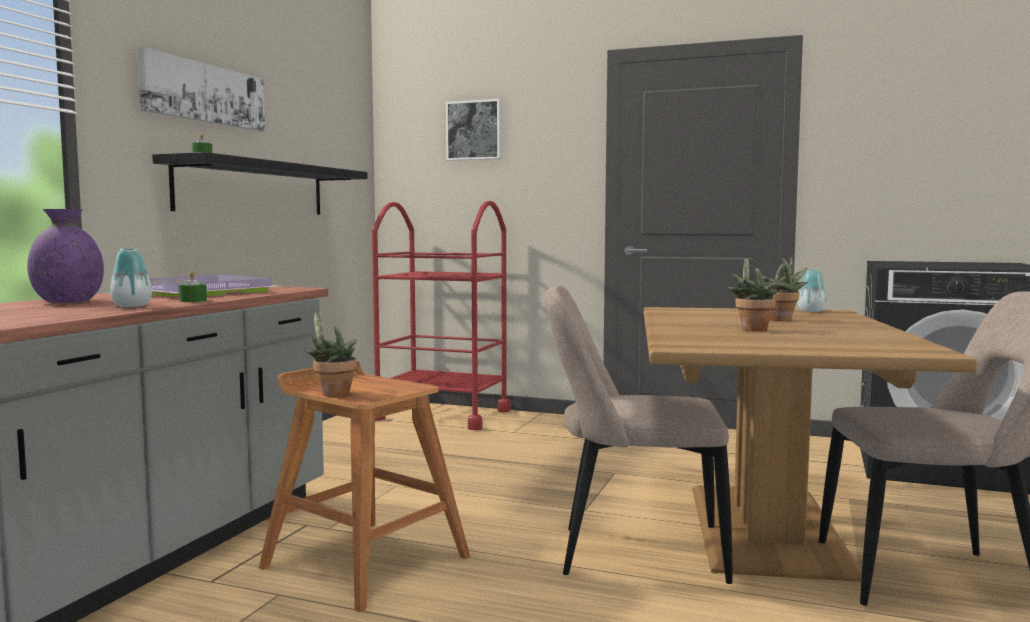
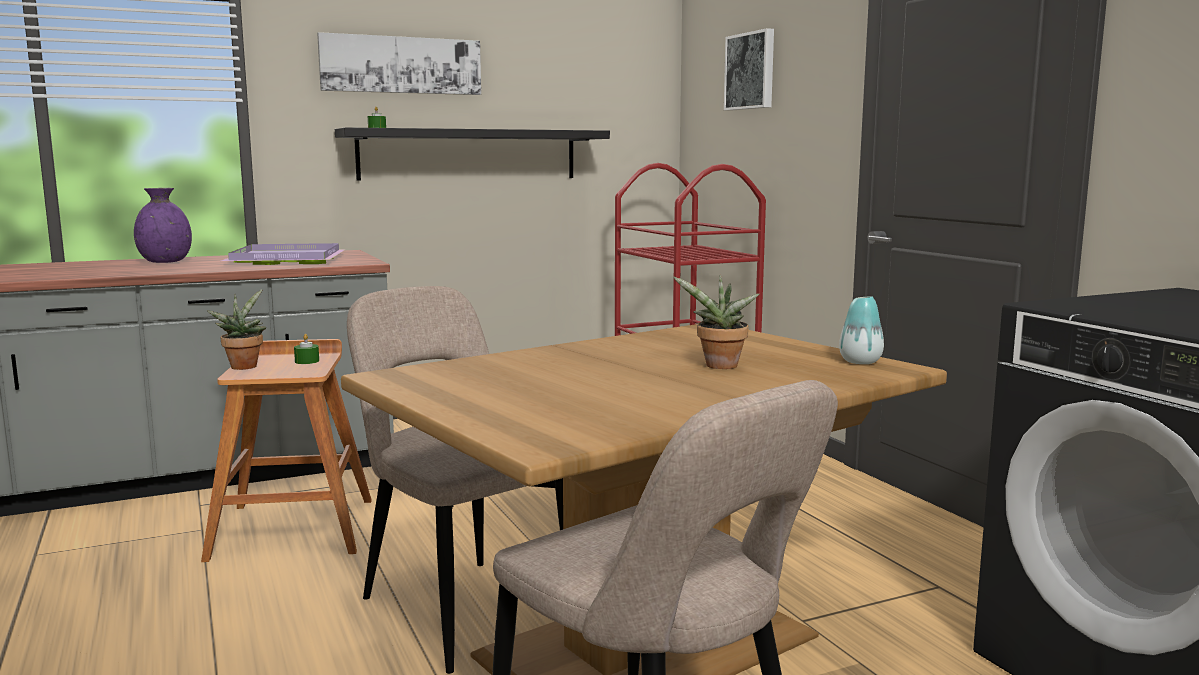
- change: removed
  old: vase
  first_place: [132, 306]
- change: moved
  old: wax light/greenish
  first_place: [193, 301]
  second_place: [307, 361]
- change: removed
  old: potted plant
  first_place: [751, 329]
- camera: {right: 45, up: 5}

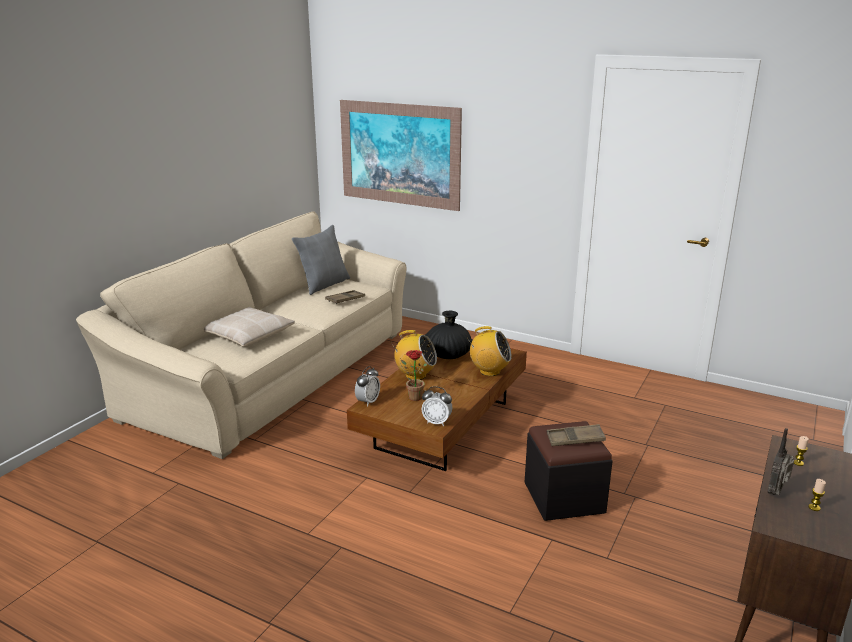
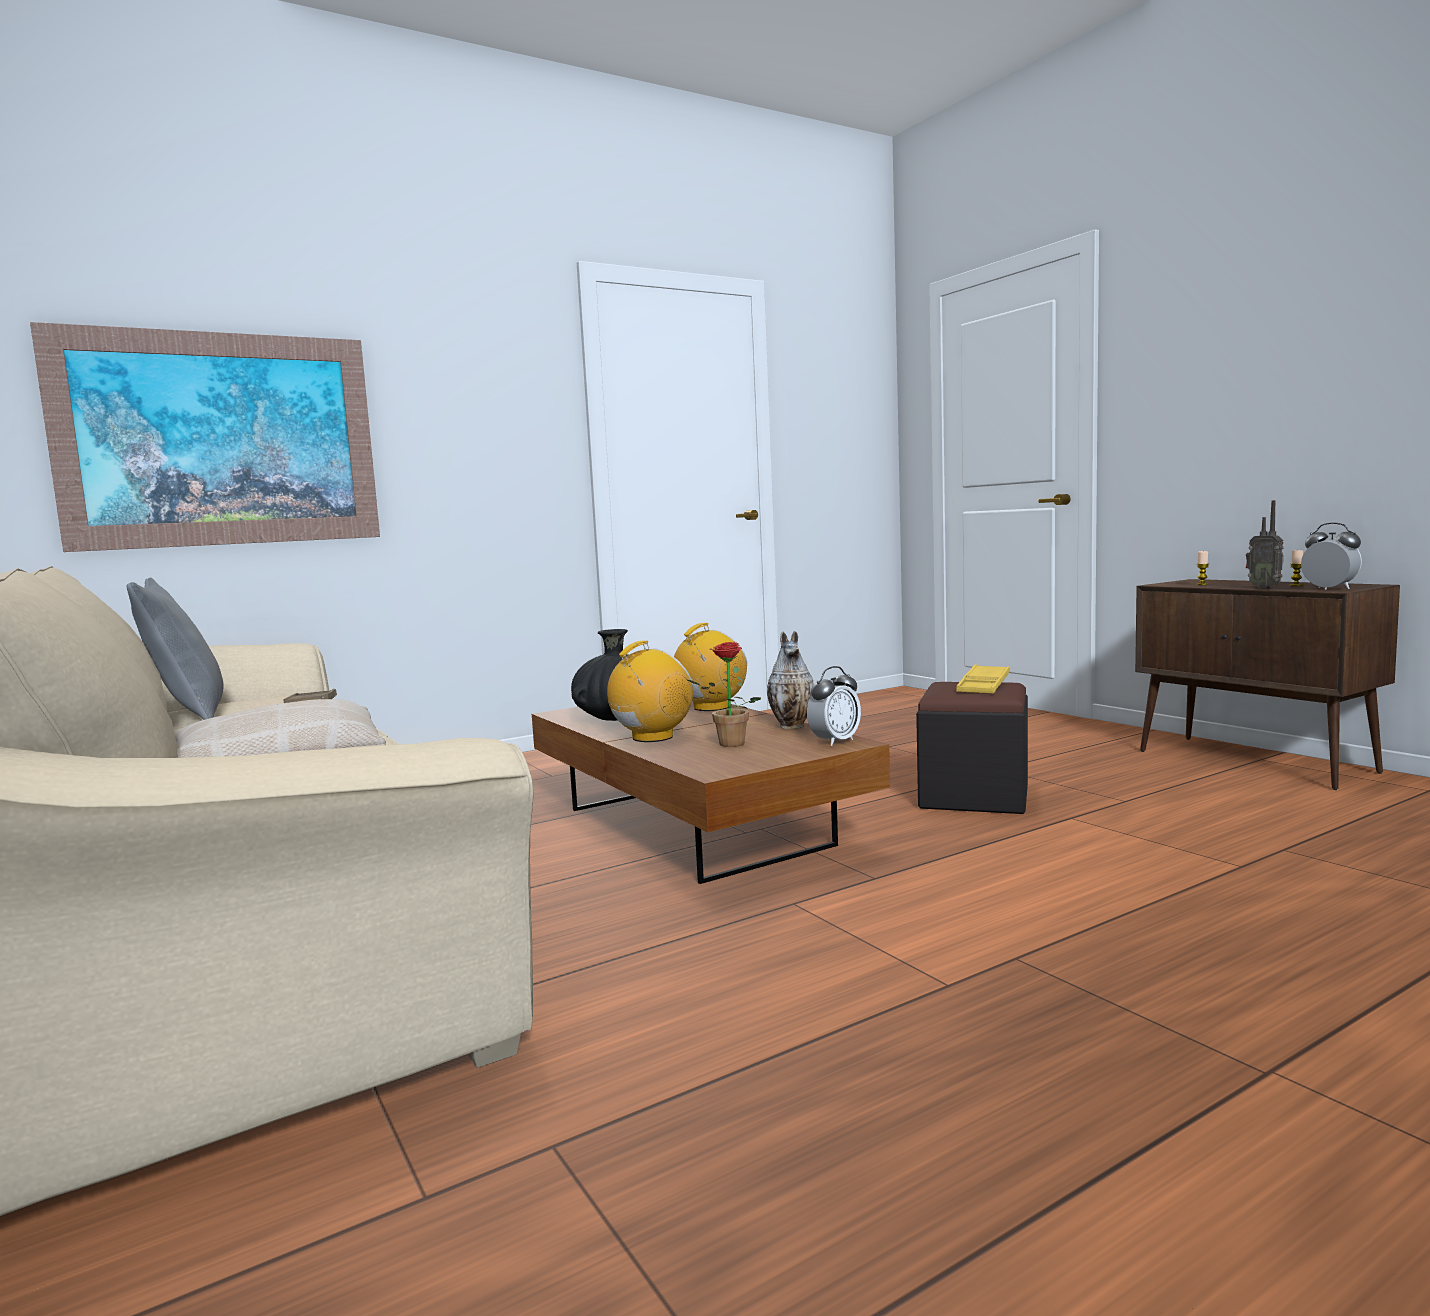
- change: moved
  old: bedside clock
  first_place: [368, 401]
  second_place: [1329, 589]
- change: recoloured
  old: carrying tray/brownish
  new: carrying tray/yellow
  first_place: [575, 439]
  second_place: [983, 686]
- change: added
  new: vase
  second_place: [793, 726]
- camera: {right: -60, up: -15}

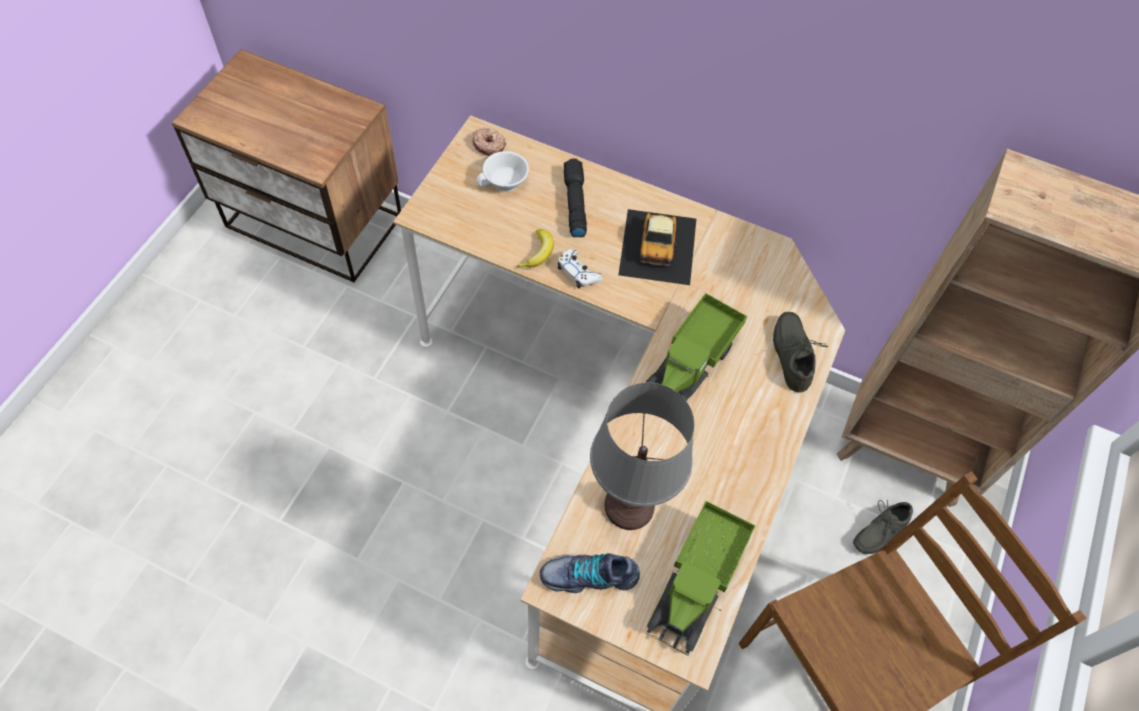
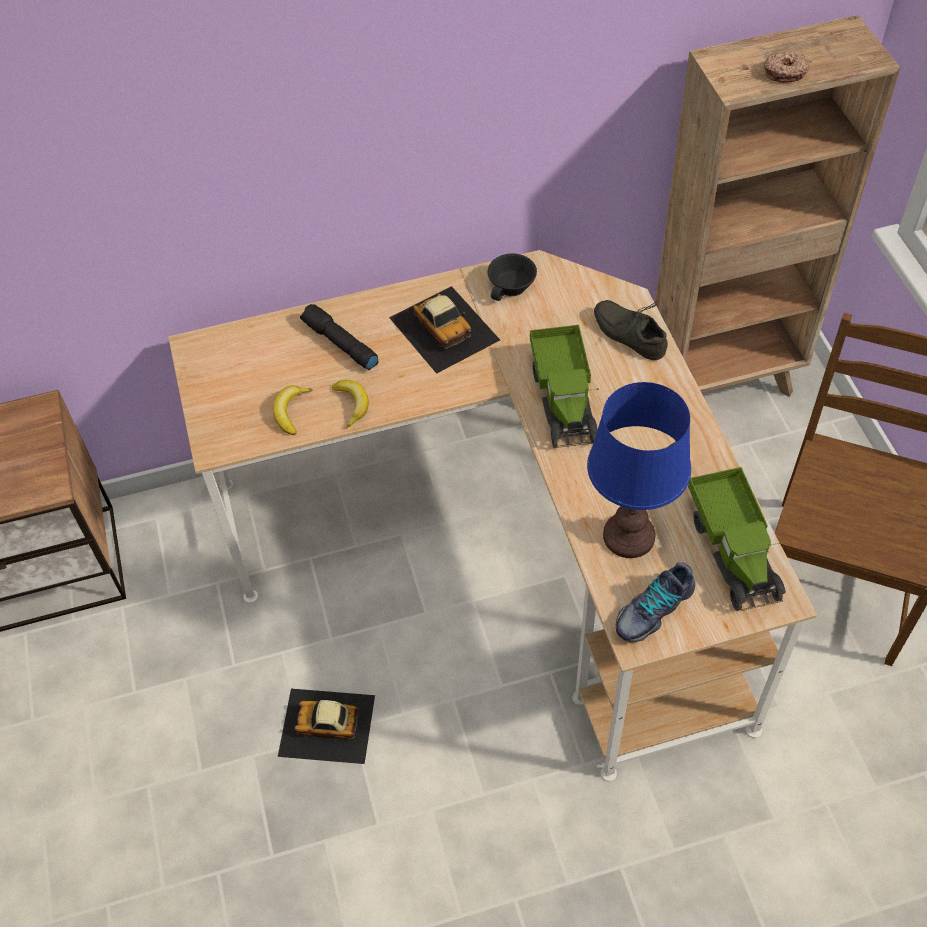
- change: moved
  old: donut
  first_place: [489, 145]
  second_place: [784, 72]
- change: removed
  old: small cup/whitish
  first_place: [505, 183]
- change: removed
  old: joypad/whitish
  first_place: [578, 272]
- change: recoloured
  old: lamp for a table/greyish
  new: lamp for a table/bluish
  first_place: [629, 505]
  second_place: [629, 535]
- change: removed
  old: shoe/greyish
  first_place: [878, 530]
- change: added
  new: banana fruit
  second_place: [291, 412]
- change: added
  new: toy car
  second_place: [327, 726]
- change: added
  new: small cup/blackish
  second_place: [512, 287]
- camera: {right: -35, up: -5}

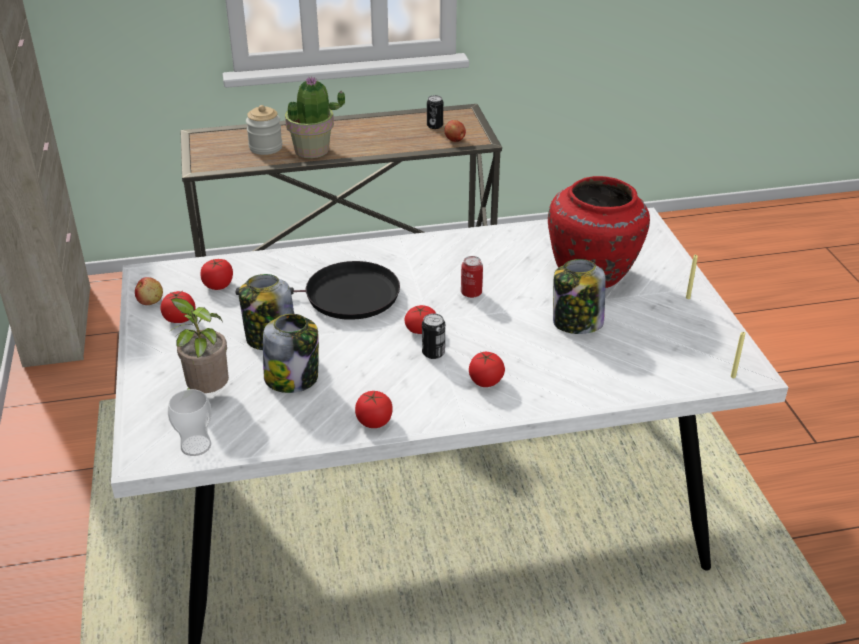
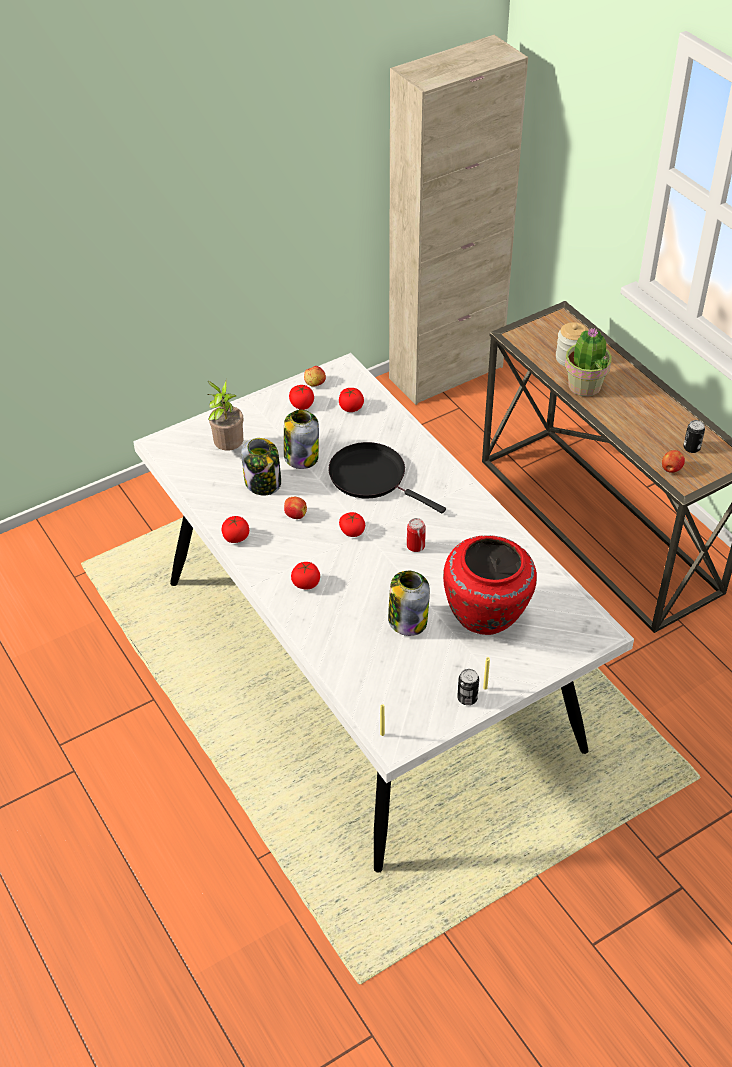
- change: removed
  old: small cup
  first_place: [196, 445]
- change: turned
  old: pan/blackish
  first_place: [345, 296]
  second_place: [372, 477]
  degrees: 150
- change: moved
  old: sealed can
  first_place: [433, 353]
  second_place: [467, 698]
- change: added
  new: apple fruit
  second_place: [295, 515]
- camera: {right: 70, up: 10}

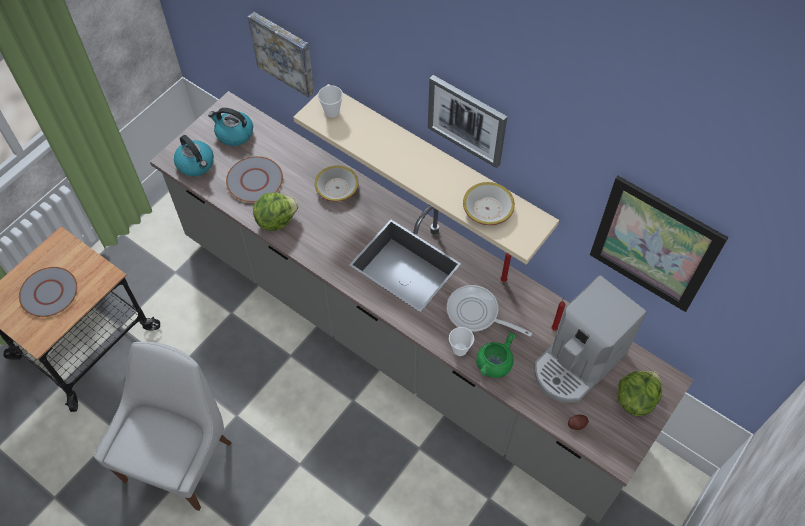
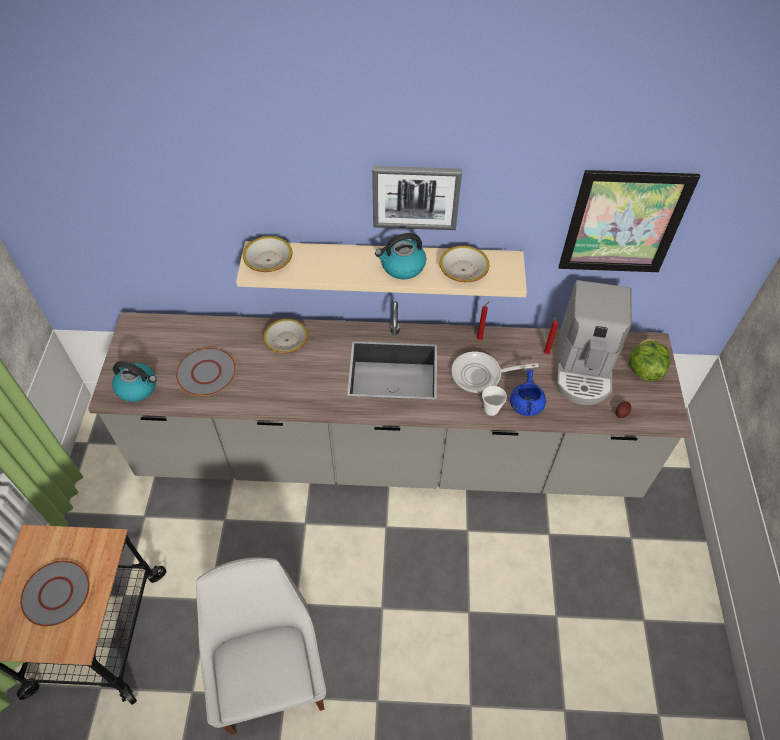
- change: moved
  old: tea kettle
  first_place: [234, 134]
  second_place: [402, 267]
- change: removed
  old: wall picture
  first_place: [284, 52]
- change: removed
  old: lettuce head
  first_place: [276, 220]
- change: replaced
  old: small cup
  new: serving bowl
  first_place: [332, 112]
  second_place: [268, 260]
- change: recoloured
  old: stockpot/greenish
  new: stockpot/bluish
  first_place: [493, 364]
  second_place: [525, 405]
- camera: {right: -35, up: -5}

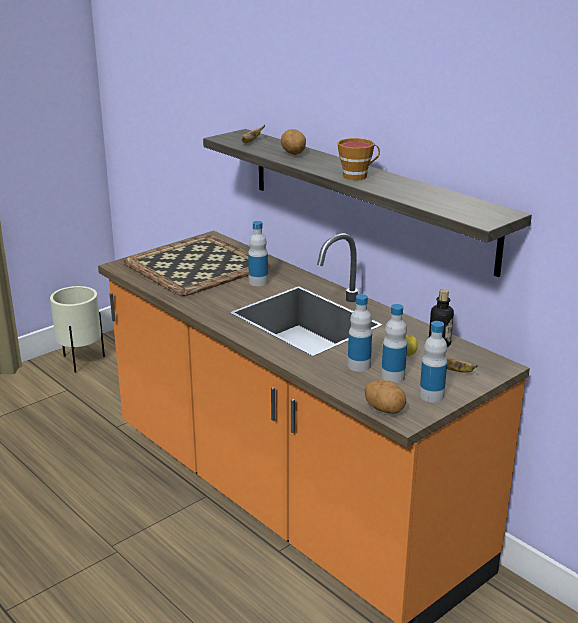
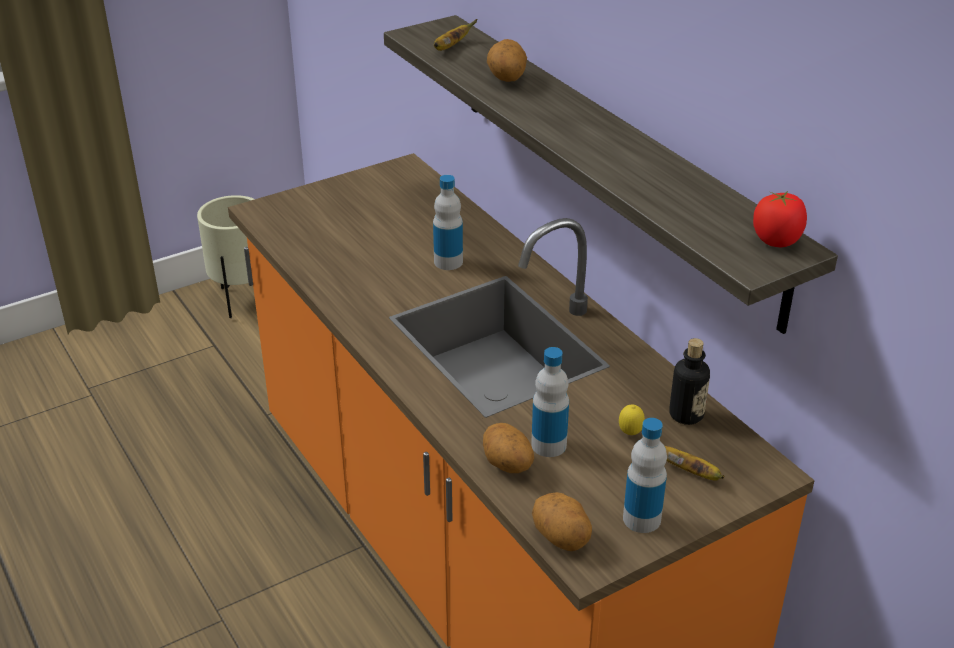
- change: removed
  old: carrying tray
  first_place: [198, 265]
- change: removed
  old: small cup
  first_place: [357, 176]
- change: removed
  old: beverage bottle
  first_place: [393, 376]
- change: added
  new: spud
  second_place: [506, 465]
- change: added
  new: tomato
  second_place: [777, 241]
- camera: {right: 10, up: 10}

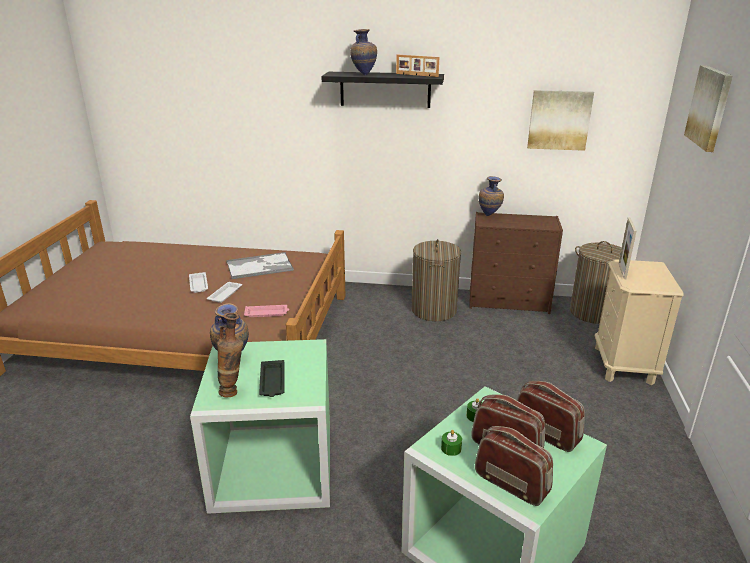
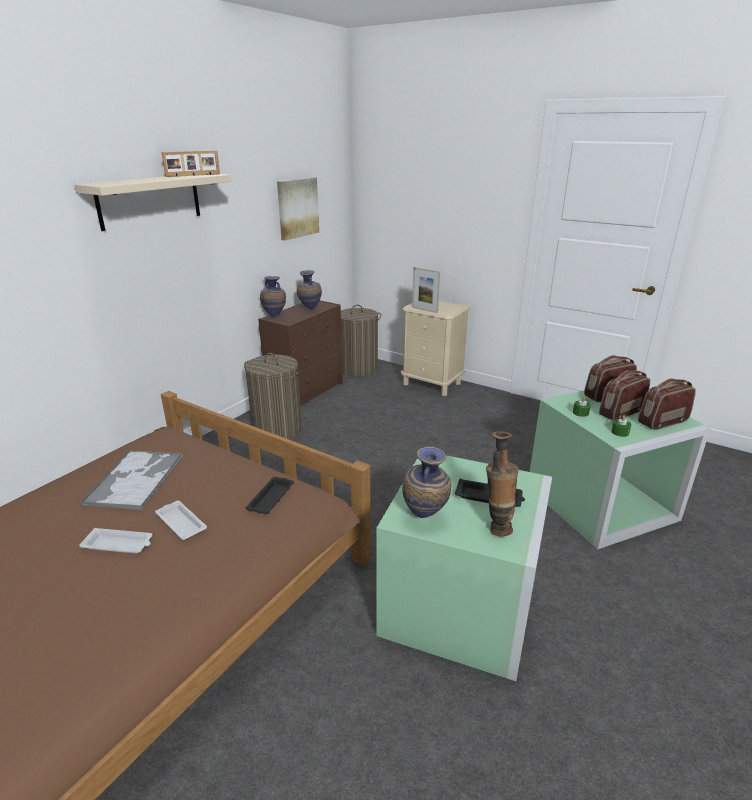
- change: recoloured
  old: carrying tray/pink
  new: carrying tray/blackish
  first_place: [267, 313]
  second_place: [271, 498]
- change: recoloured
  old: bracket shelf/blackish
  new: bracket shelf/beige
  first_place: [385, 89]
  second_place: [150, 200]
- change: moved
  old: vase
  first_place: [363, 74]
  second_place: [309, 309]
- change: removed
  old: wall picture
  first_place: [710, 107]
- camera: {right: -65, up: 0}

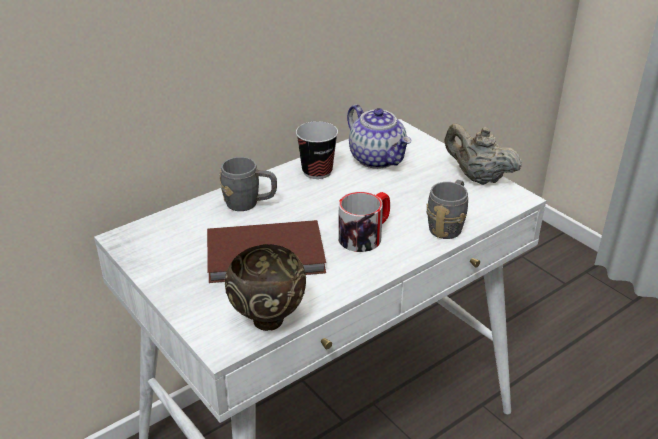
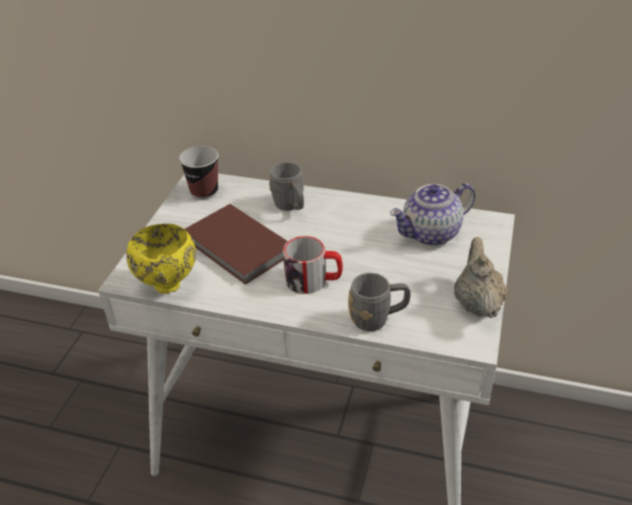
- change: recoloured
  old: serving bowl/brownish
  new: serving bowl/yellow
  first_place: [267, 319]
  second_place: [169, 284]
- change: moved
  old: small cup
  first_place: [317, 171]
  second_place: [204, 192]
- change: turned
  old: pot for tea
  first_place: [378, 159]
  second_place: [431, 234]
  degrees: 45
- camera: {right: 55, up: 5}

